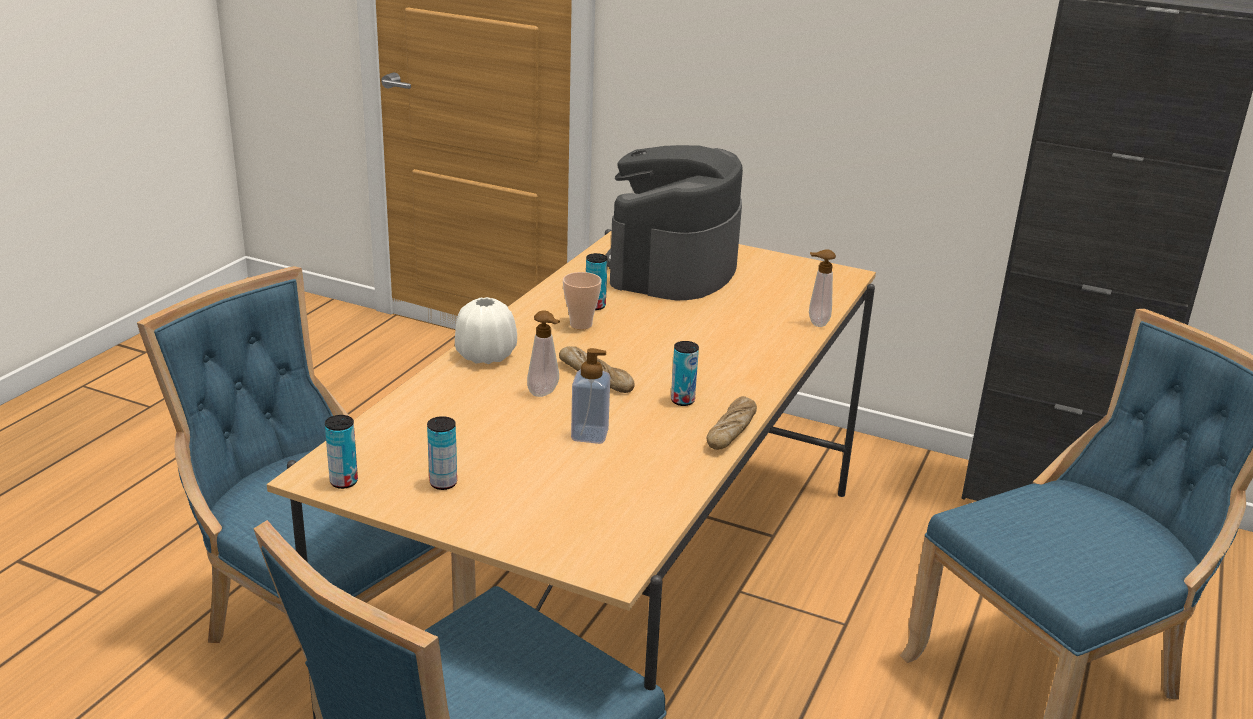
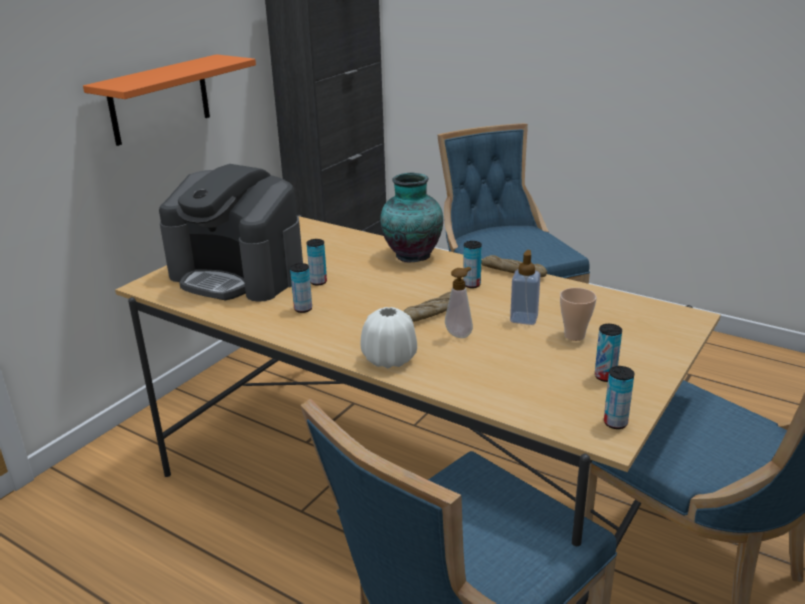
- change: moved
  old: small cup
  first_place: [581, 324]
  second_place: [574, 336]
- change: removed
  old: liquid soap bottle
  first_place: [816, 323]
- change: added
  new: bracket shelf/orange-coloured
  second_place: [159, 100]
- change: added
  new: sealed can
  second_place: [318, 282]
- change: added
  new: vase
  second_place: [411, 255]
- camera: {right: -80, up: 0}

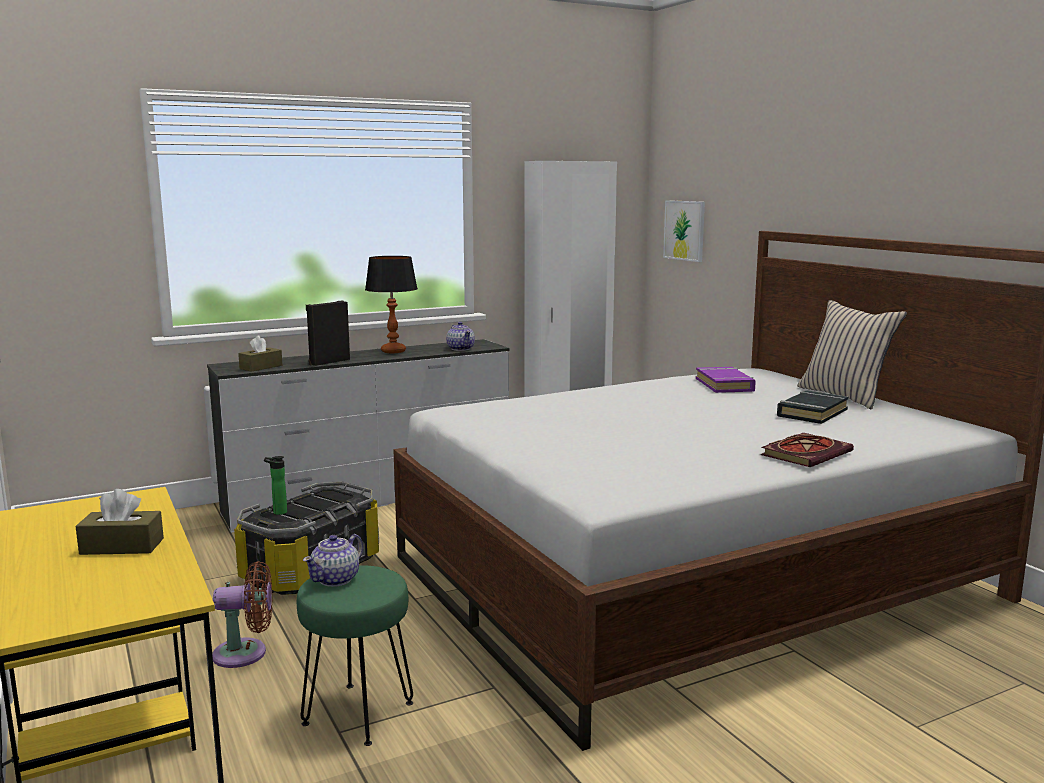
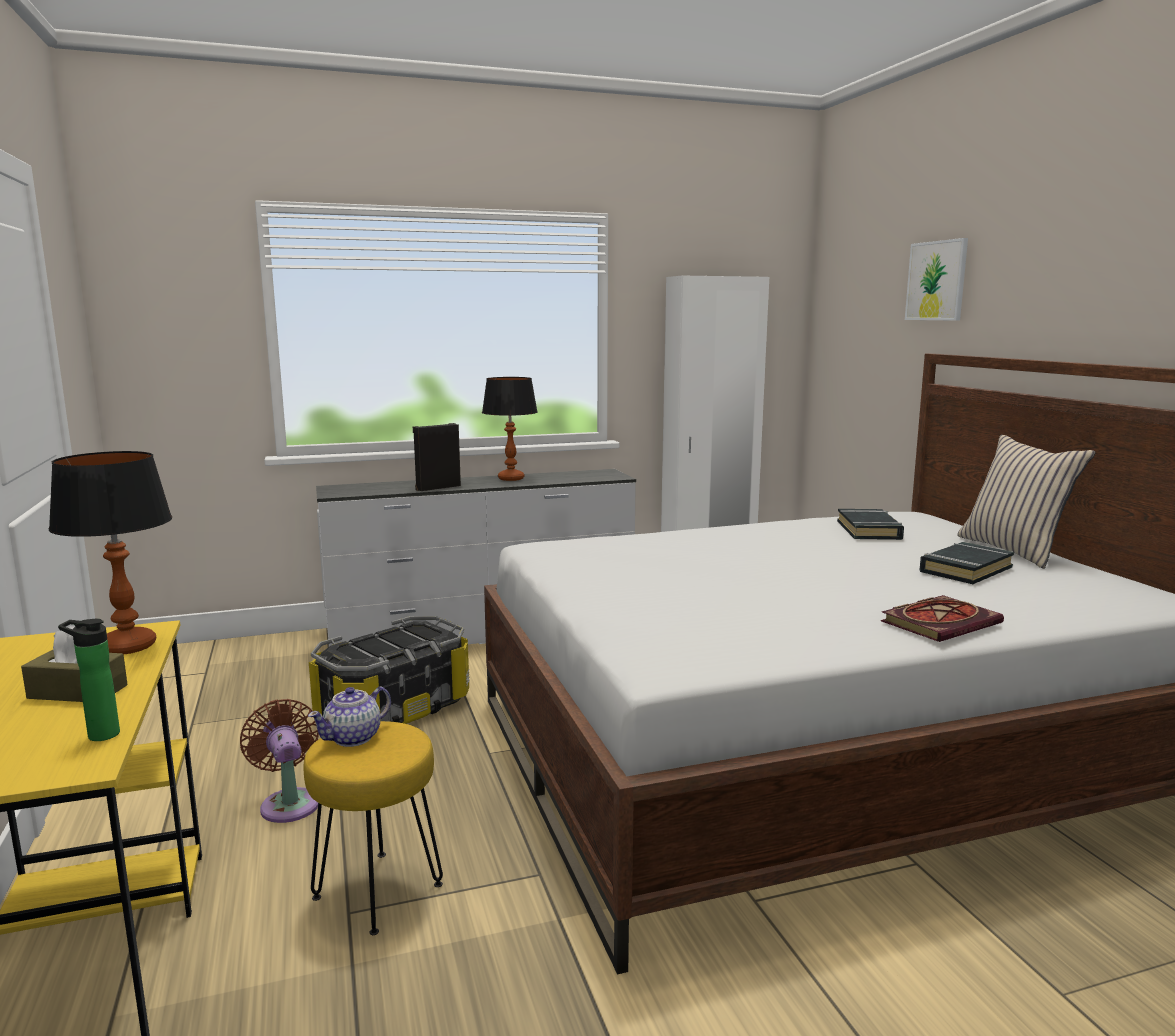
- change: turned
  old: electric fan/brownish
  first_place: [246, 653]
  second_place: [289, 803]
  degrees: -120
- change: removed
  old: box of tissues/brownish
  first_place: [261, 367]
- change: moved
  old: beverage bottle
  first_place: [278, 512]
  second_place: [99, 735]
- change: recoloured
  old: stool/greenish
  new: stool/yellow
  first_place: [360, 713]
  second_place: [379, 891]
- change: removed
  old: pot for tea
  first_place: [461, 349]
- change: moved
  old: wall picture
  first_place: [684, 230]
  second_place: [936, 281]
- change: recoloured
  old: book/purplish
  new: book/blackish
  first_place: [724, 385]
  second_place: [869, 530]
- change: added
  new: lamp for a table
  second_place: [129, 646]
- camera: {right: 10, up: 0}

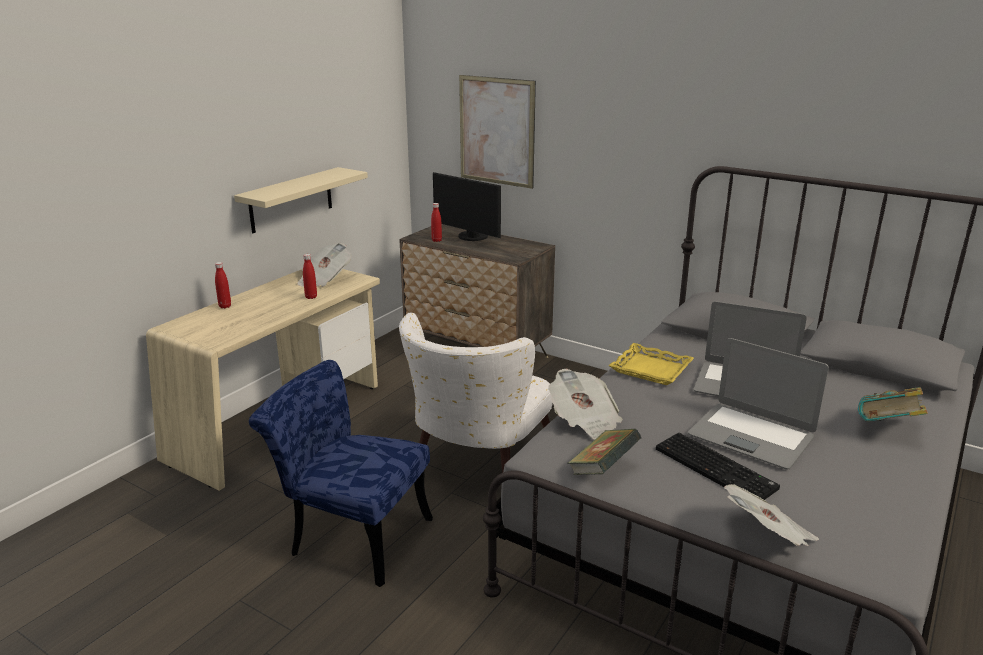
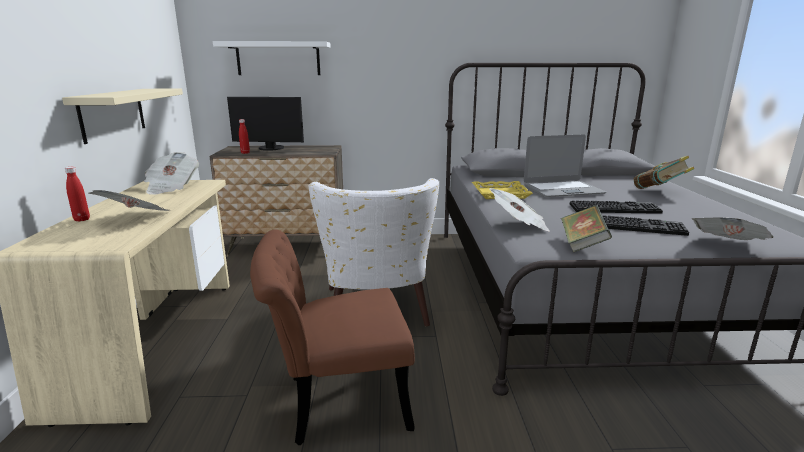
- change: recoloured
  old: chair/bluish
  new: chair/brownish
  first_place: [351, 535]
  second_place: [336, 402]
- change: removed
  old: beverage bottle/red
  first_place: [311, 297]
- change: replaced
  old: wall picture
  new: bracket shelf/whitish
  first_place: [496, 131]
  second_place: [278, 59]
- change: replaced
  old: notebook computer
  new: computer keyboard
  first_place: [751, 436]
  second_place: [614, 208]
- change: added
  new: daily paper
  second_place: [136, 219]
- camera: {right: -35, up: -5}

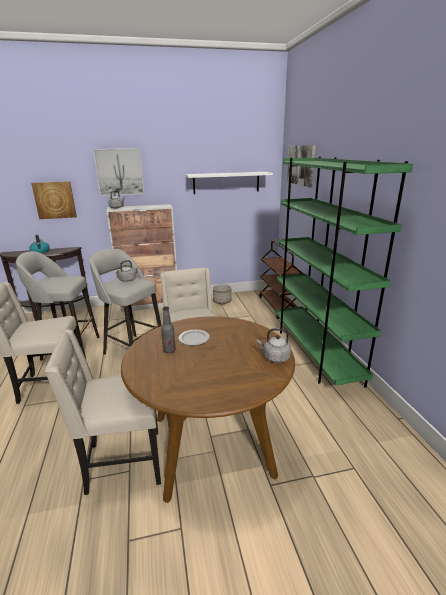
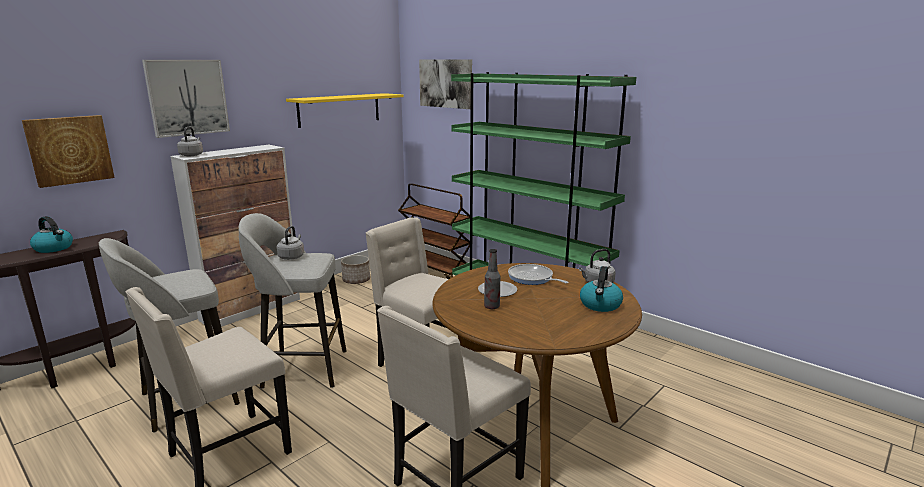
- change: recoloured
  old: bracket shelf/whitish
  new: bracket shelf/yellow
  first_place: [226, 182]
  second_place: [339, 109]
- change: added
  new: pan
  second_place: [532, 278]
- change: added
  new: tea kettle
  second_place: [600, 305]
- camera: {right: -35, up: -5}

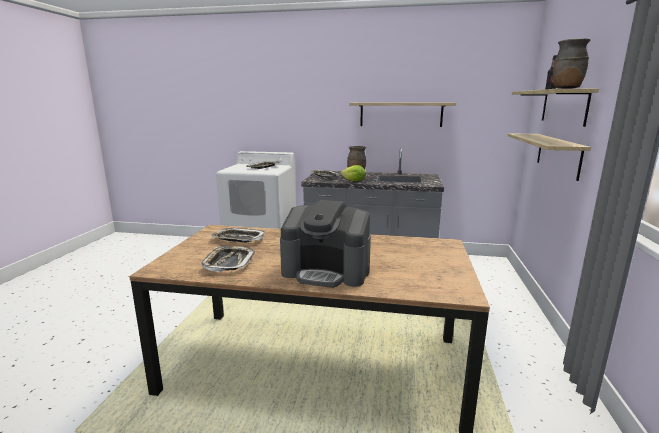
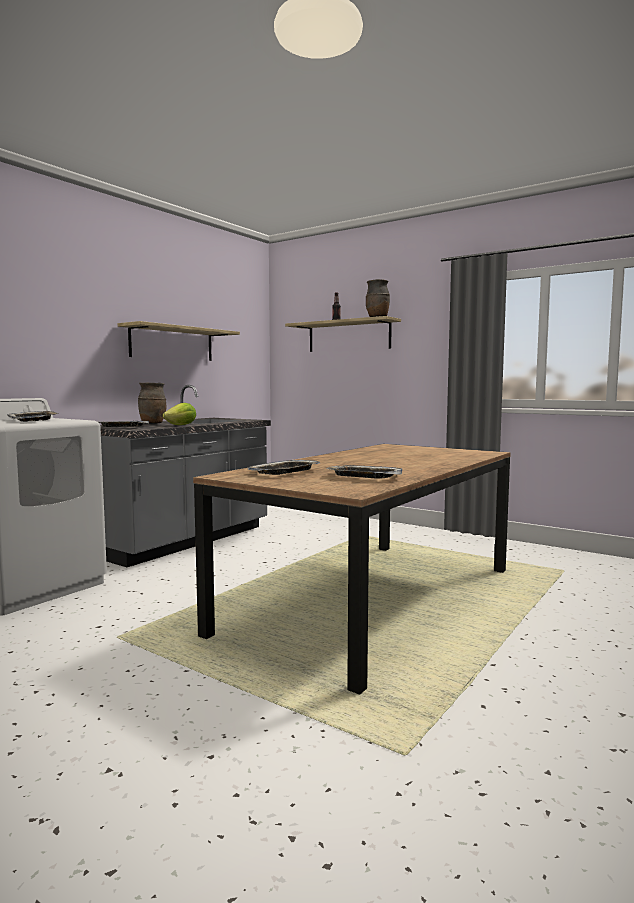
- change: removed
  old: coffee maker
  first_place: [327, 271]
- change: removed
  old: bracket shelf
  first_place: [558, 155]
- camera: {right: -65, up: -10}

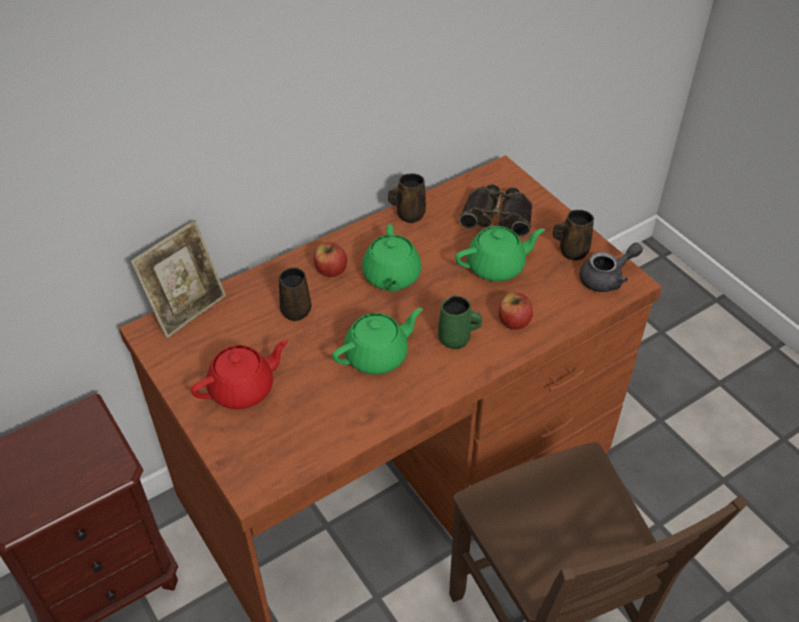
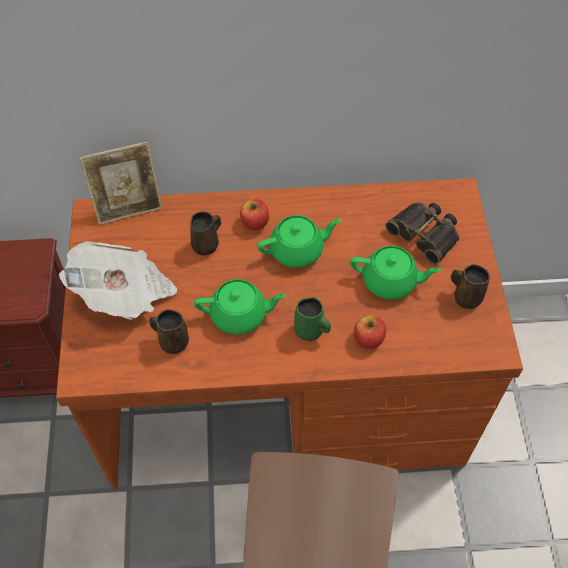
- change: replaced
  old: pot for tea/red
  new: daily paper
  first_place: [243, 389]
  second_place: [125, 293]
- change: turned
  old: pot for tea/greenish
  first_place: [391, 277]
  second_place: [297, 250]
  degrees: -135
- change: moved
  old: tea mug/brownish
  first_place: [409, 214]
  second_place: [172, 341]
- change: removed
  old: pot for tea/greyish
  first_place: [607, 278]
- camera: {right: 30, up: 10}

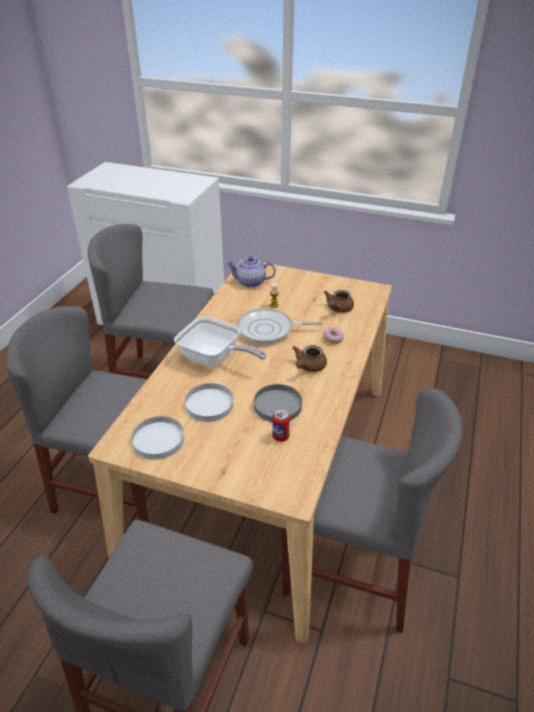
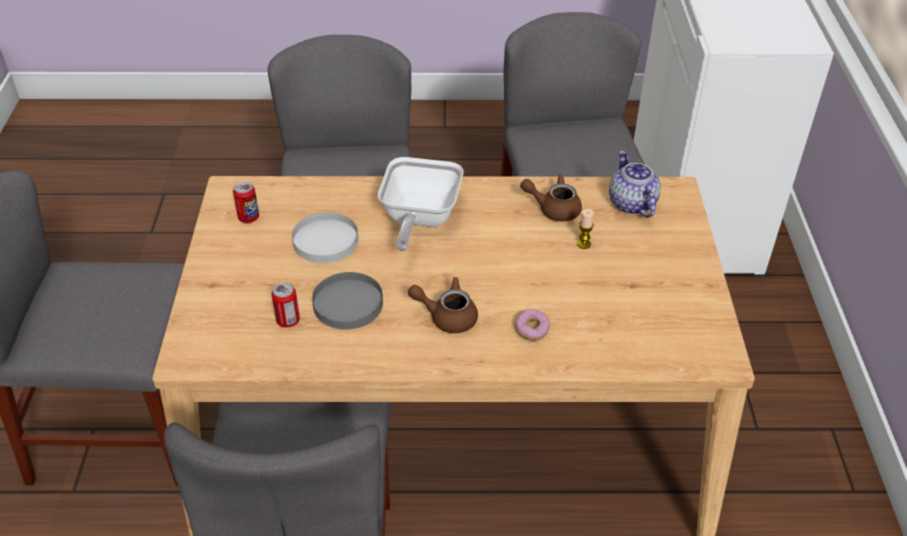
- change: replaced
  old: plate/whitish
  new: sealed can
  first_place: [158, 440]
  second_place: [248, 218]
- change: removed
  old: pan
  first_place: [268, 330]
- change: moved
  old: pot for tea/brownish
  first_place: [338, 309]
  second_place: [553, 209]
- camera: {right: 70, up: 5}

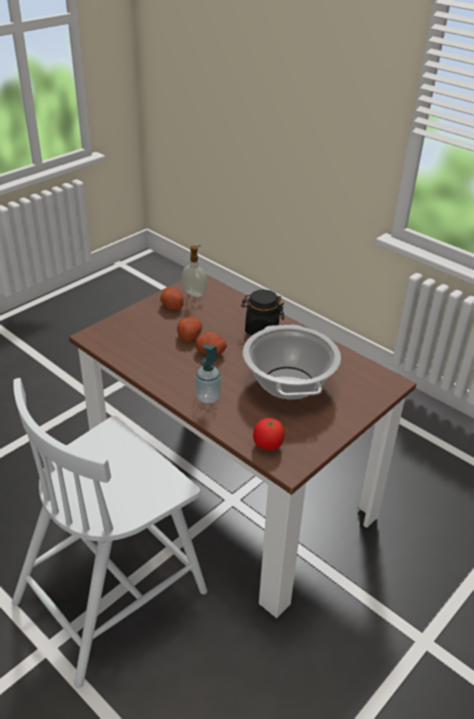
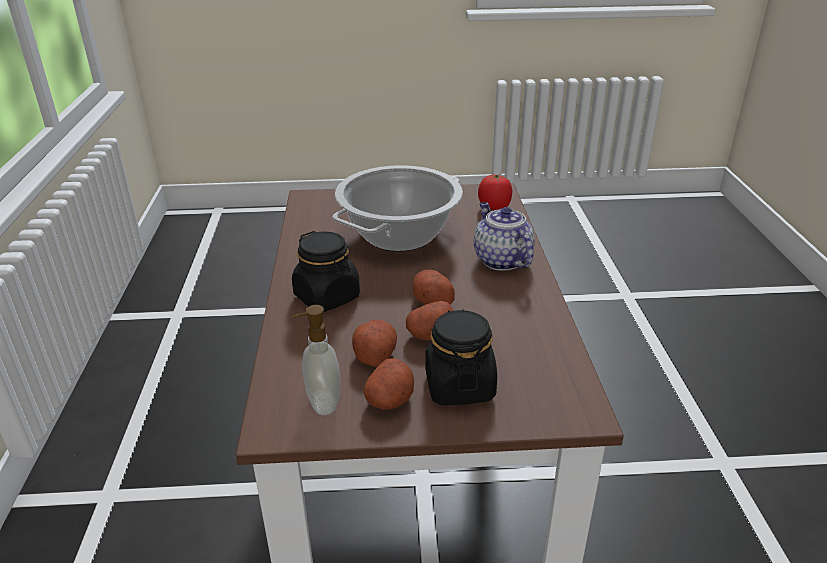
- change: removed
  old: chair/whitish
  first_place: [113, 593]
- change: replaced
  old: liquid soap bottle
  new: pot for tea
  first_place: [208, 397]
  second_place: [501, 260]
- change: added
  new: spud
  second_place: [374, 354]
- change: added
  new: jar/blackish
  second_place: [459, 386]
- camera: {right: -135, up: -5}

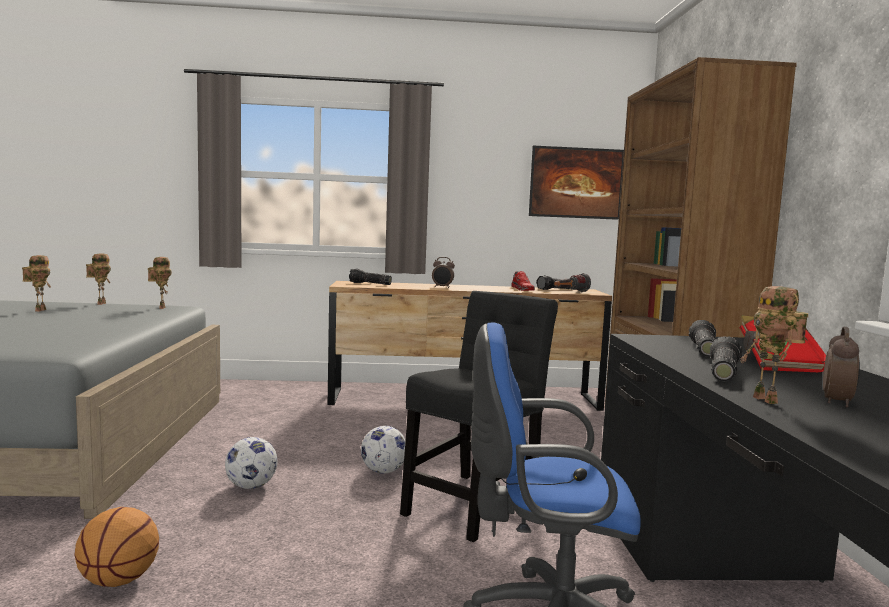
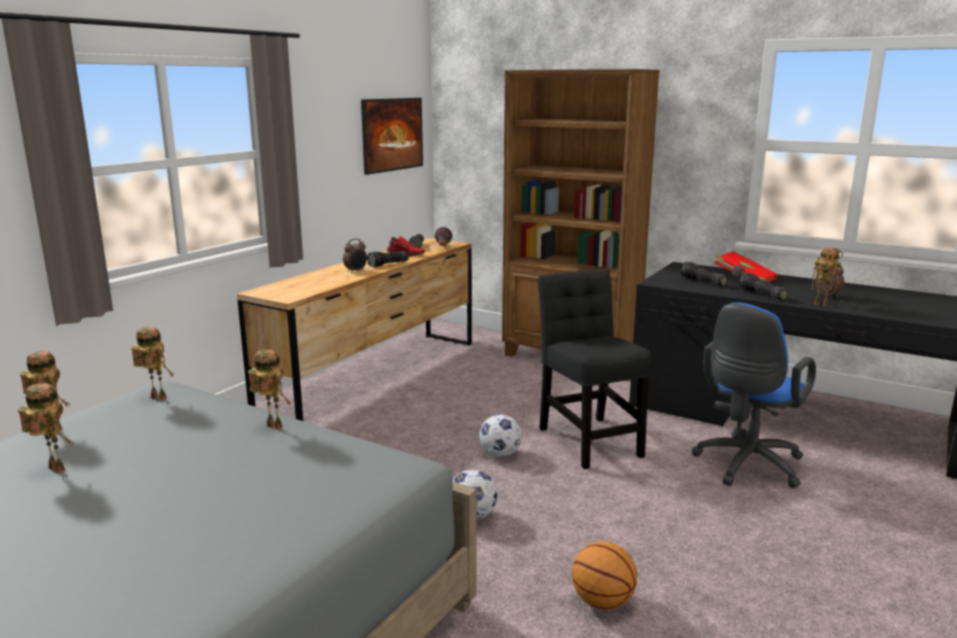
- change: moved
  old: flashlight
  first_place: [369, 284]
  second_place: [388, 264]
- change: added
  new: toy robot
  second_place: [272, 427]
- camera: {right: -55, up: 10}

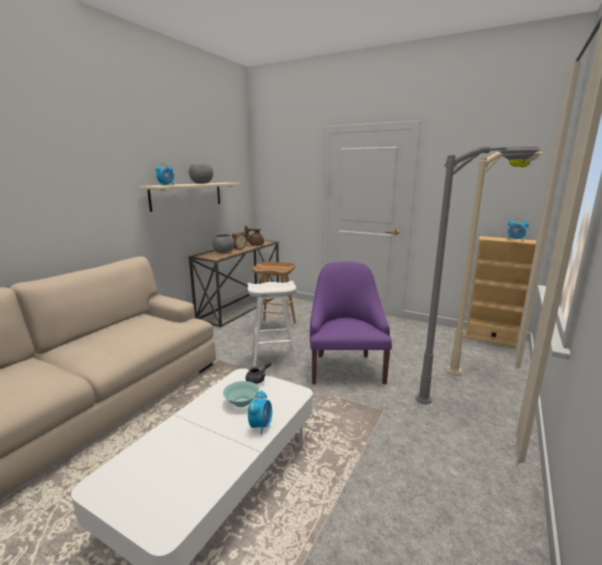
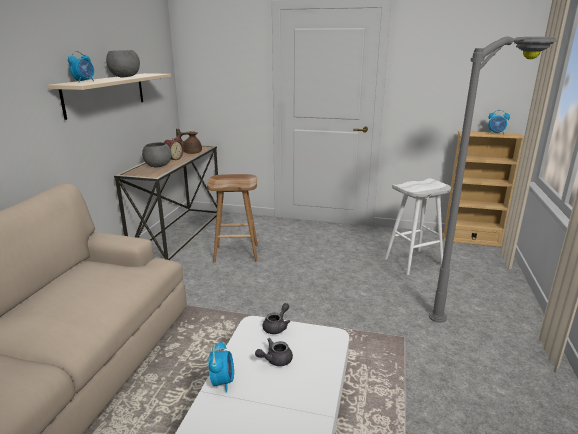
- change: replaced
  old: serving bowl/blue-green
  new: pot for tea/greyish
  first_place: [241, 402]
  second_place: [275, 360]
- change: moved
  old: stool/whitish
  first_place: [273, 359]
  second_place: [413, 262]
- change: moved
  old: bedside clock
  first_place: [261, 426]
  second_place: [222, 381]
- change: removed
  old: lounge chair/purplish
  first_place: [345, 368]
- change: removed
  old: standing lamp/beige
  first_place: [480, 360]
- camera: {right: -15, up: 5}

